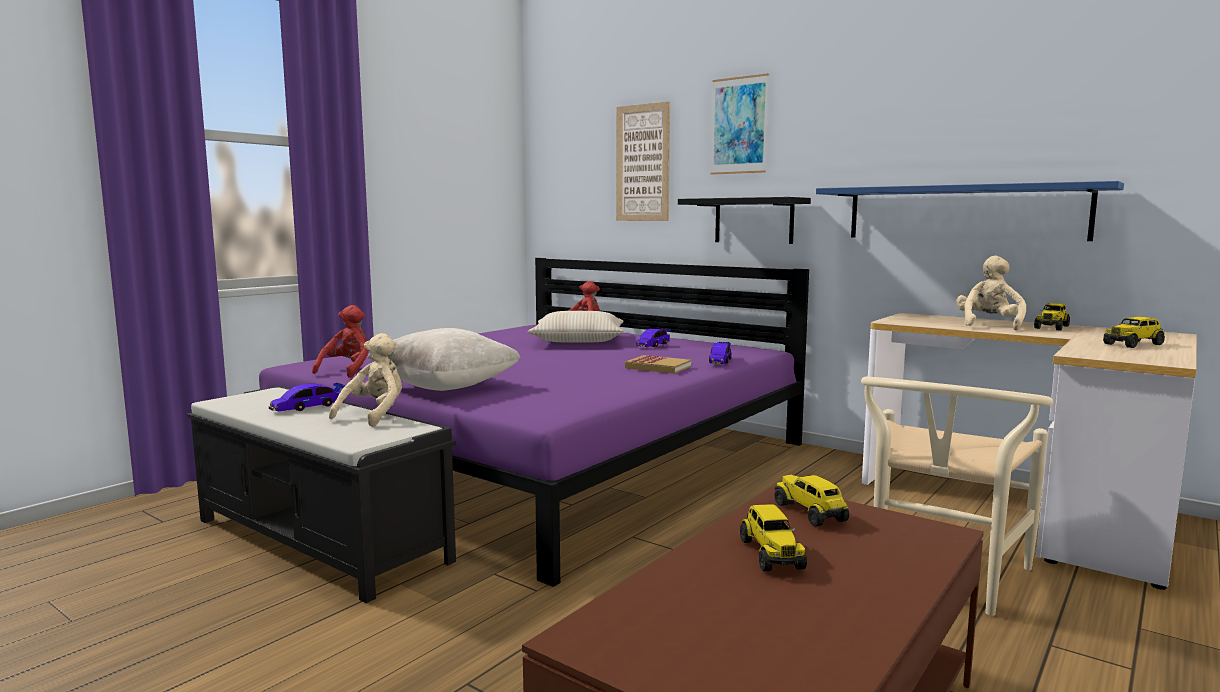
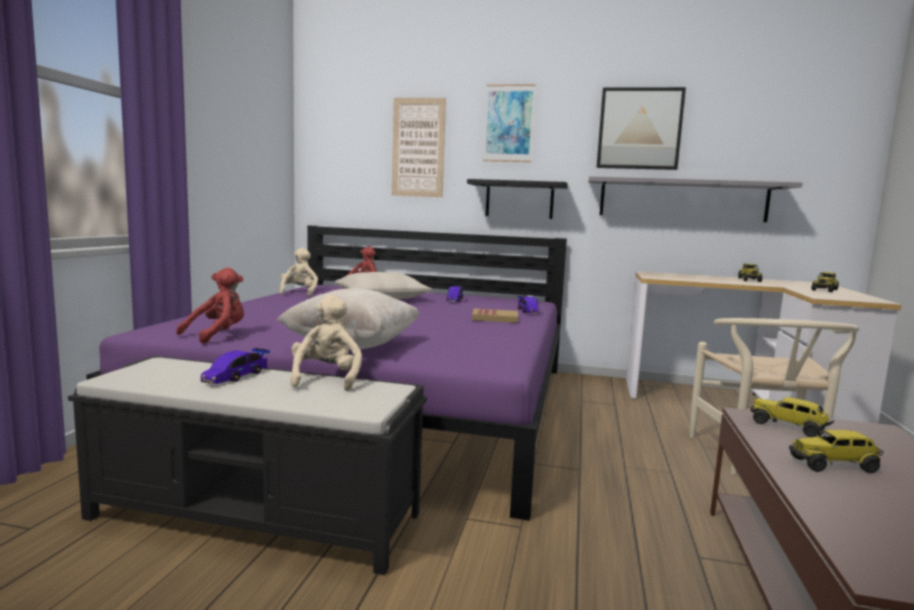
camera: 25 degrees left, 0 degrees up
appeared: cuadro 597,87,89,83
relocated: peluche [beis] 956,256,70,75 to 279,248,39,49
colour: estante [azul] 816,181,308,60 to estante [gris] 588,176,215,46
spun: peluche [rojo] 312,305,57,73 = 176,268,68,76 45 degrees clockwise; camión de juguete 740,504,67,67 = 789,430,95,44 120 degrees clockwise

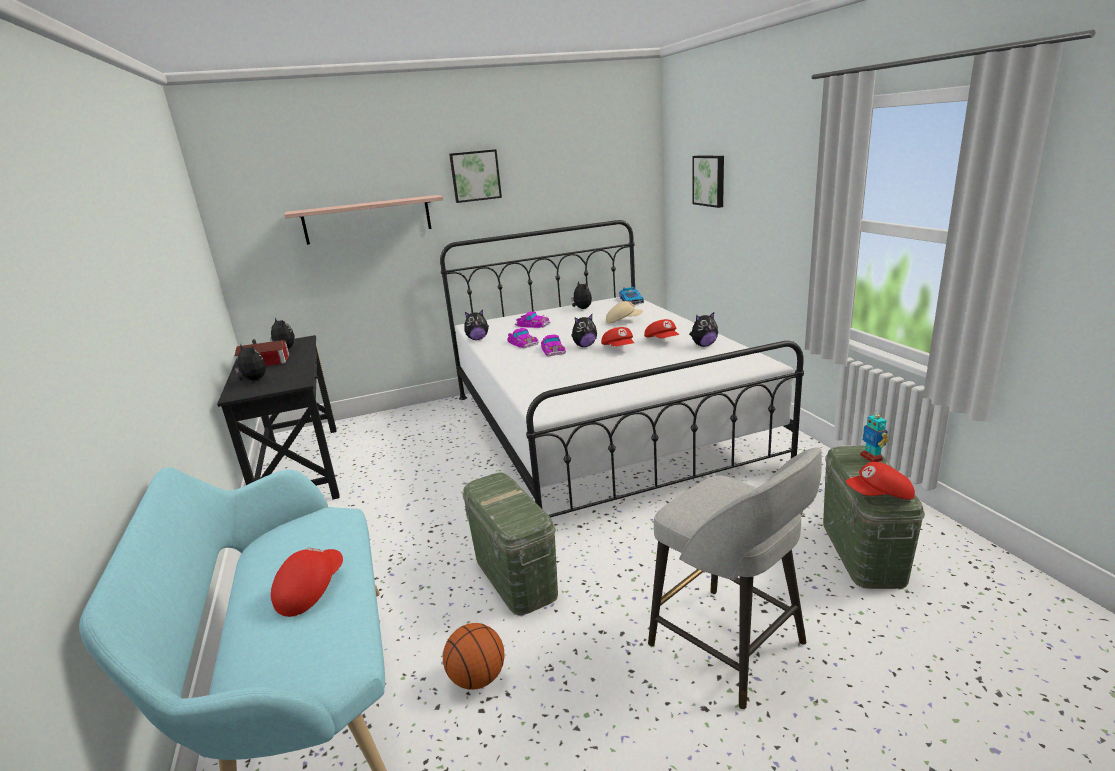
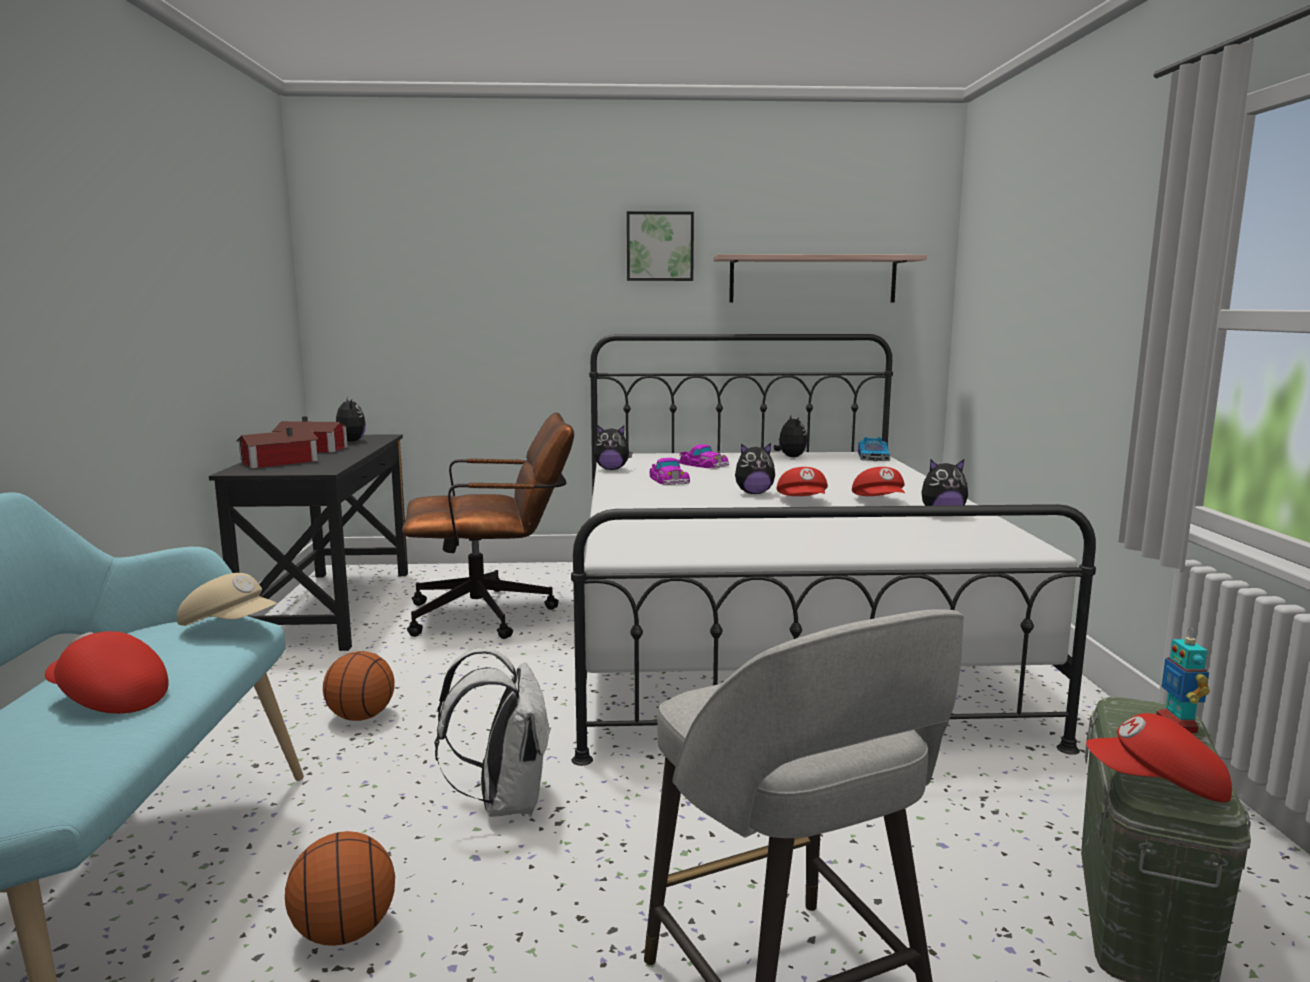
camera: 15 degrees right, 10 degrees down
missing: coche de juguete 541,334,25,22; cuadro 692,156,32,52
appeared: balón de baloncesto 323,651,71,70; silla de oficina [marrón] 402,412,172,227
relocated: estante 284,195,159,50 to 713,254,214,49; gorra [beis] 606,301,37,22 to 177,573,100,53
exchanged: peluche 235,344,31,37 to casita 236,427,82,41; caja de almacenaje [verde] 462,473,96,142 to mochila [blanco] 435,648,116,169
spun: gorra [rojo] 271,548,72,69 = 45,631,124,83 105 degrees counterclockwise

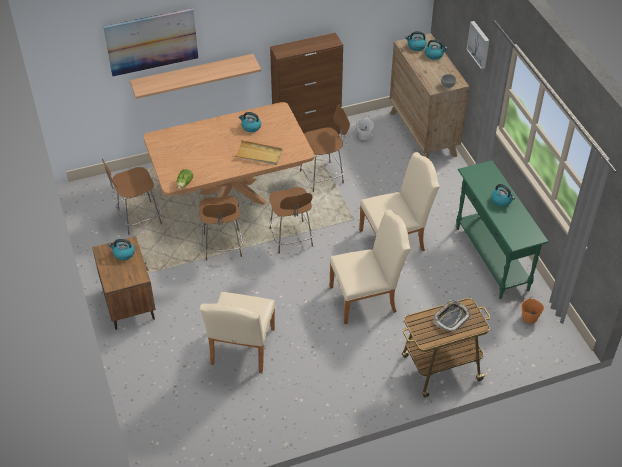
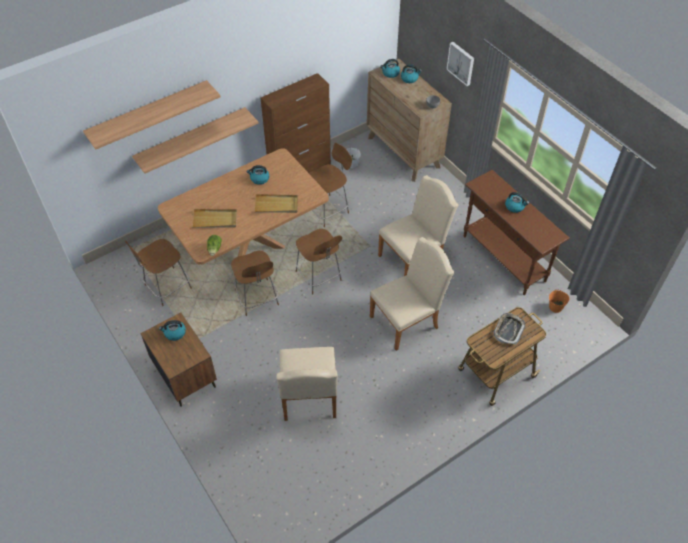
camera: 15 degrees left, 5 degrees up
appeared: bandeja [beis] 192,209,45,19
exchanged: cuadro 103,8,95,68 to estante 83,80,138,70
colour: mesa consola [verde] 456,160,93,139 to mesa consola [marrón] 464,170,106,125

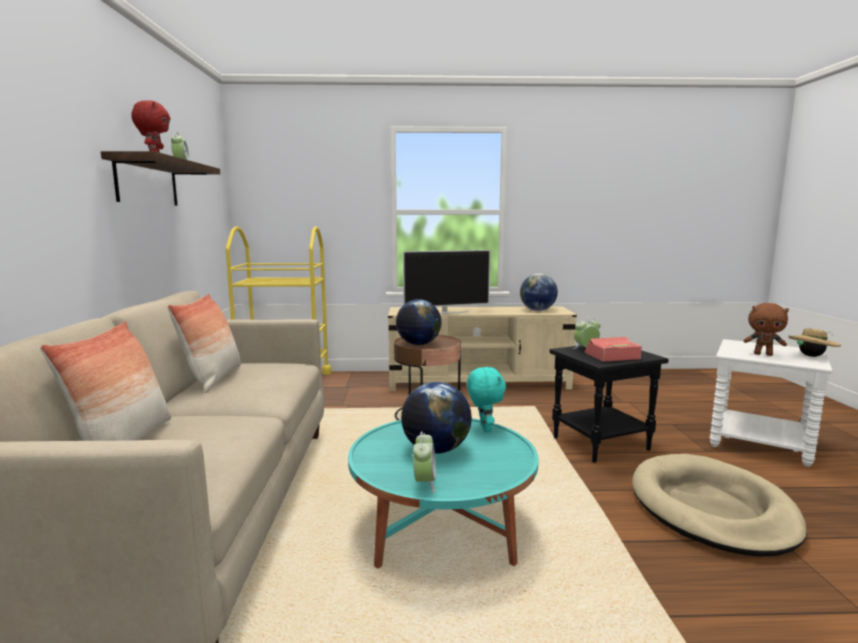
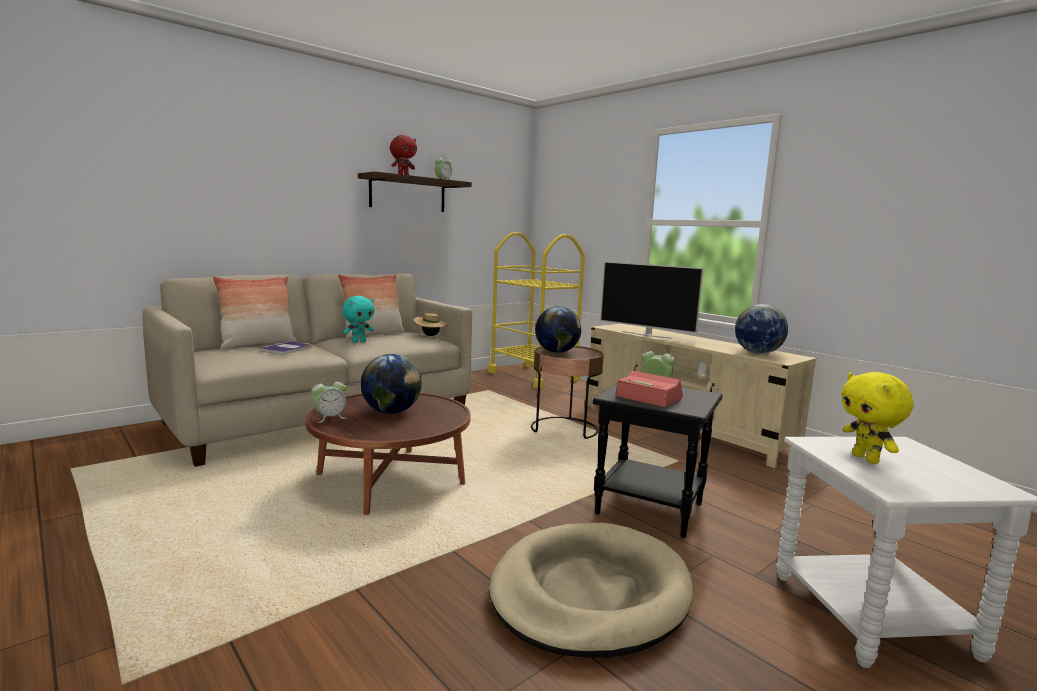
camera: 50 degrees right, 0 degrees up
appeared: libro 259,341,54,13
relocated: peluche [turquesa] 467,366,39,66 to 342,296,33,47; sombrero [beis] 788,328,53,29 to 413,313,35,23
colour: mesa de centro [turquesa] 348,418,190,151 to mesa de centro [marrón] 305,393,165,122; peluche [marrón] 743,303,46,53 to peluche [amarillo] 841,372,73,92

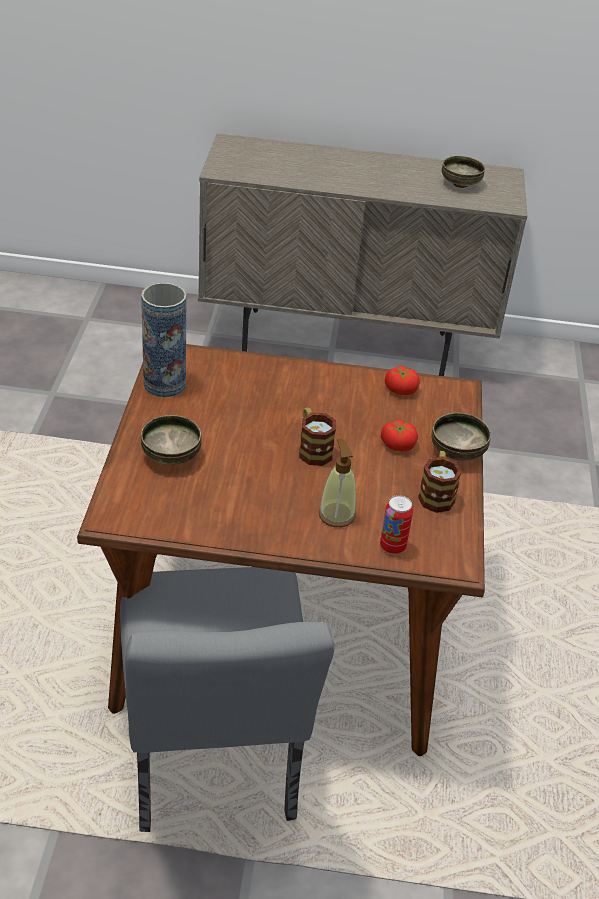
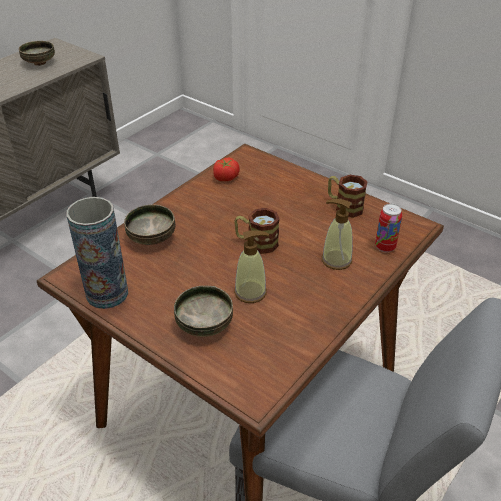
camera: 55 degrees left, 0 degrees up
missing: tomate 381,420,37,32
appeared: dispensador de jabón 234,231,35,72
relocated: cuenco 431,413,60,48 to 124,205,51,40

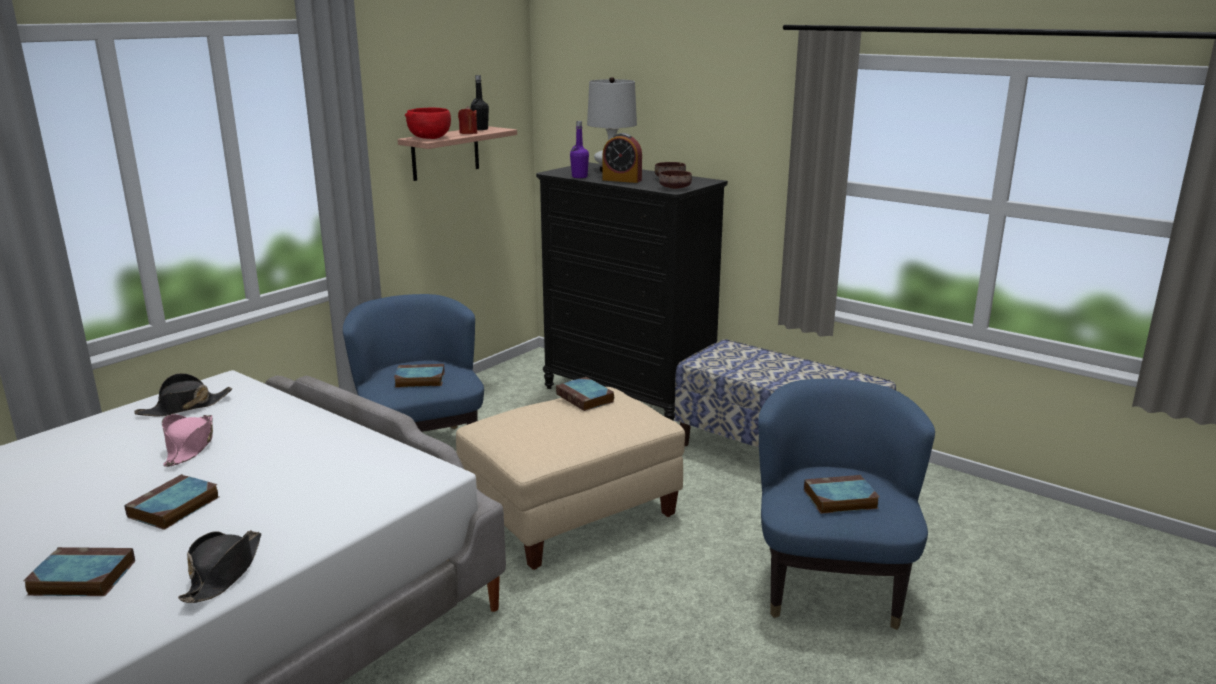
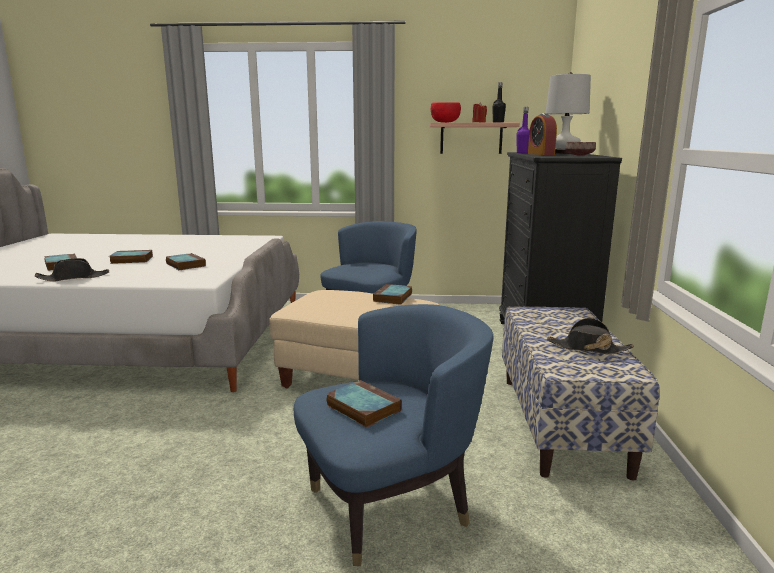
camera: 55 degrees right, 5 degrees down
missing: sombrero [rosa] 162,414,51,53; cuenco [marrón] 659,170,33,19
relocated: sombrero [negro] 134,373,98,44 to 547,318,87,36; libro 394,364,51,24 to 166,253,40,17

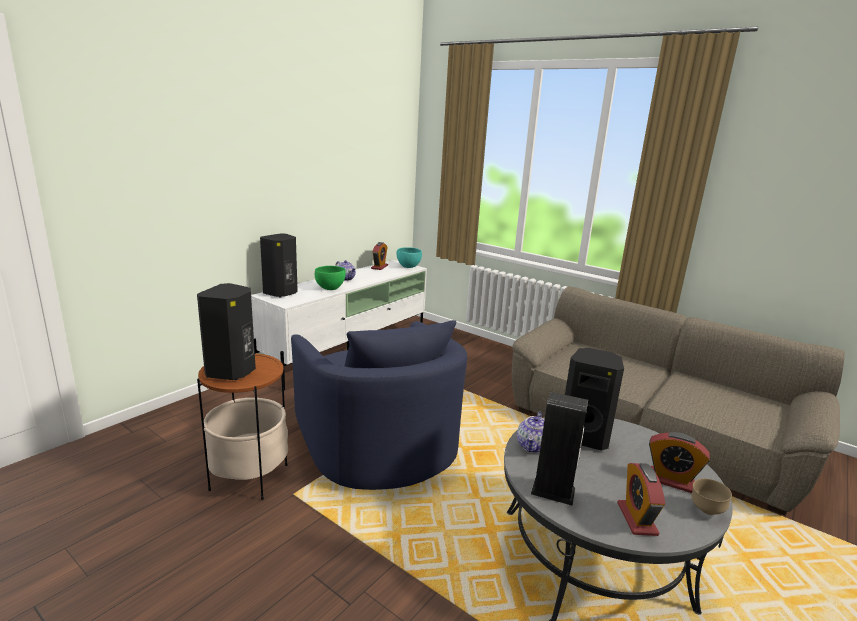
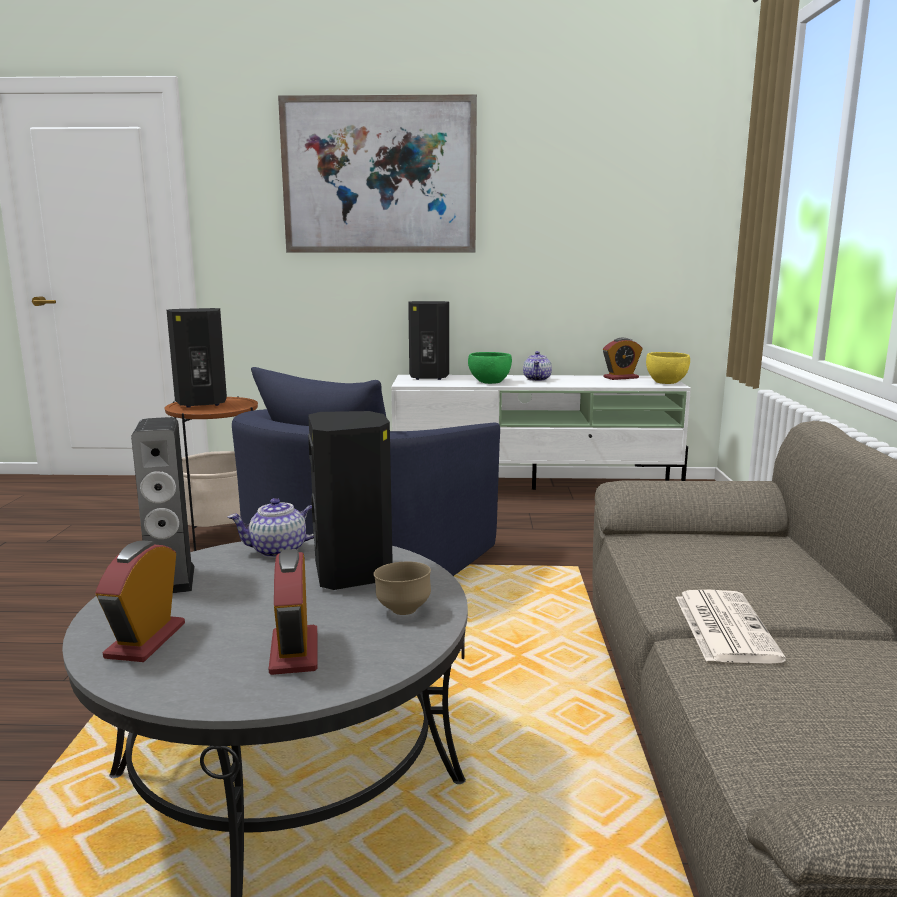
camera: 55 degrees right, 5 degrees down
appeared: cuadro 278,94,199,158; periódico 676,590,110,74
relocated: cuenco [marrón] 692,478,40,37 to 374,562,57,53
colour: cuenco [turquesa] 397,247,25,21 to cuenco [amarillo] 646,352,44,32
spun: despertador 617,463,48,73 = 95,541,90,121 45 degrees counterclockwise

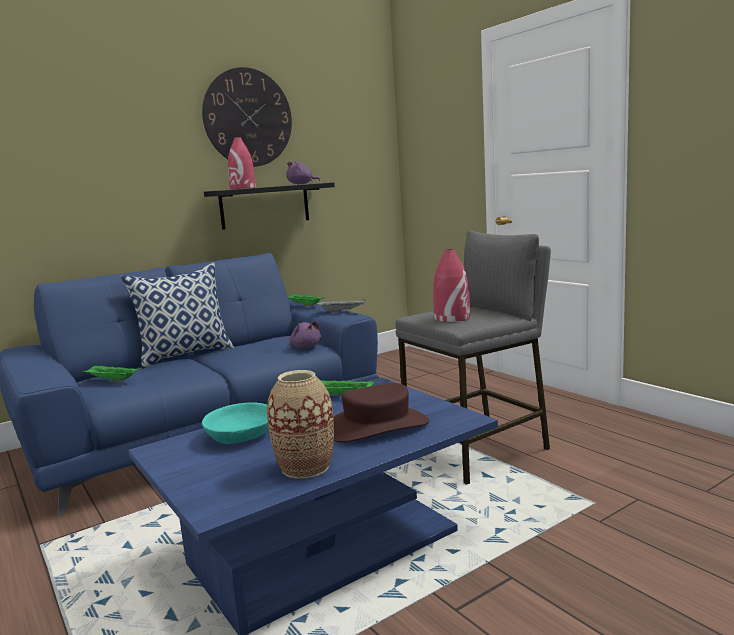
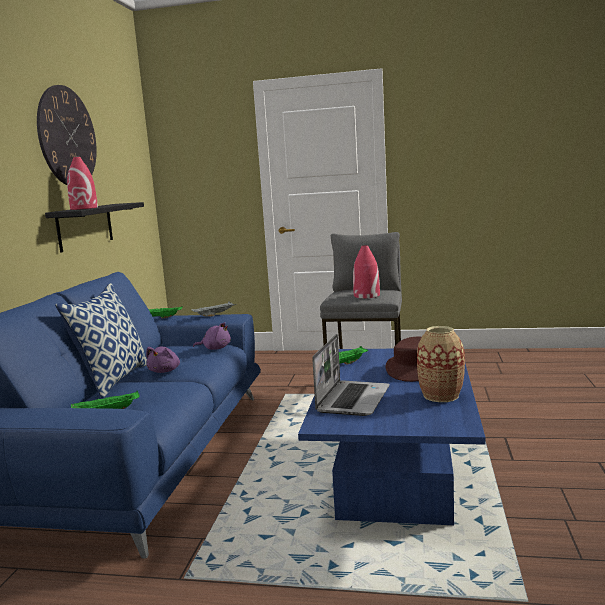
camera: 45 degrees left, 0 degrees up
relocated: peluche [morado] 286,161,34,23 to 146,346,34,27
exchanged: cuenco [turquesa] 202,402,67,42 to portátil 312,334,78,82

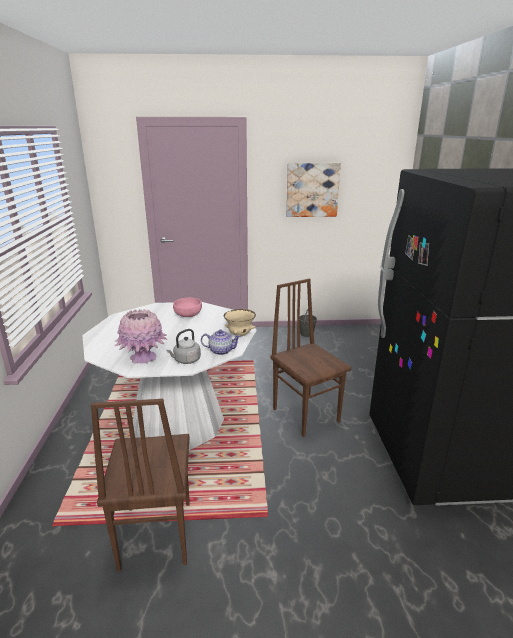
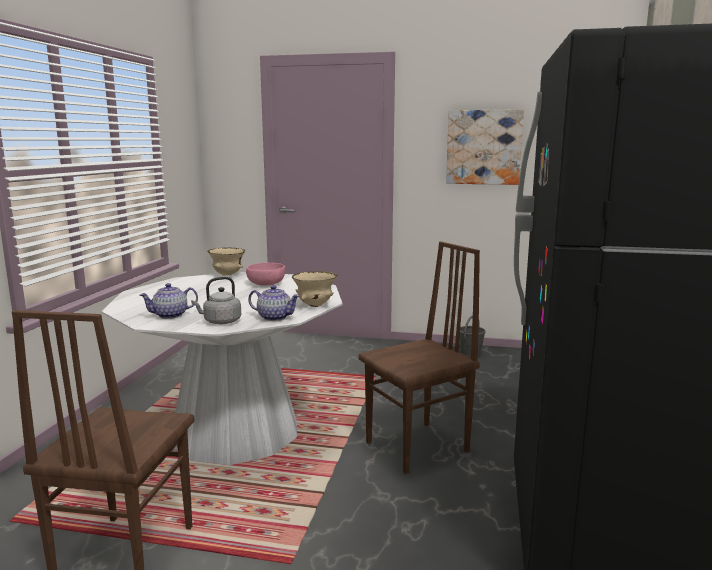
camera: 15 degrees right, 10 degrees down
appeared: cuenco [beis] 207,248,38,28
exchanged: florero [rosa] 114,309,53,55 to tetera 139,283,59,36
spun: silla [marrón] 270,279,81,158 = 358,241,122,233 75 degrees clockwise

